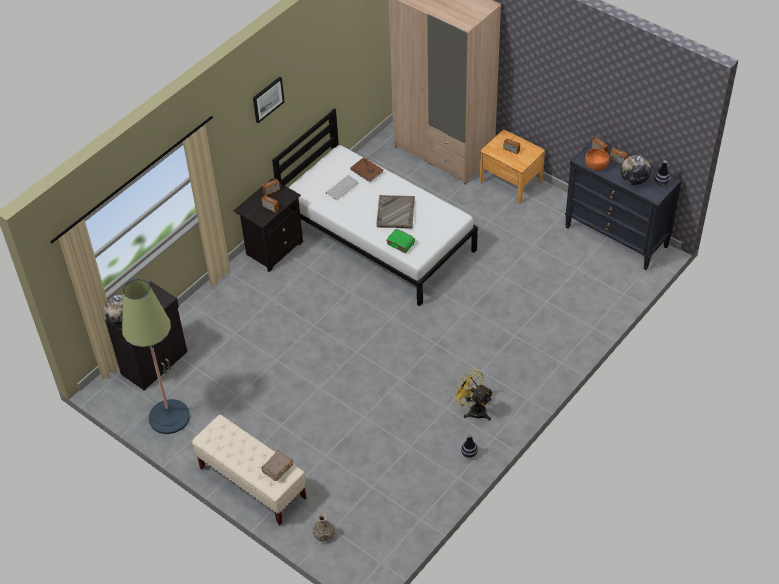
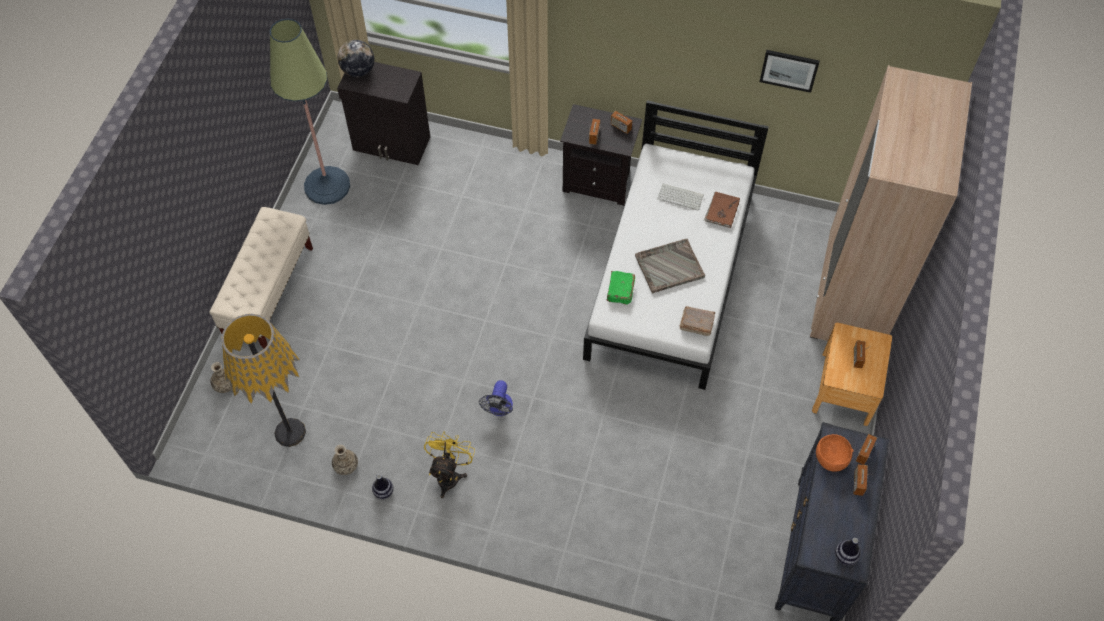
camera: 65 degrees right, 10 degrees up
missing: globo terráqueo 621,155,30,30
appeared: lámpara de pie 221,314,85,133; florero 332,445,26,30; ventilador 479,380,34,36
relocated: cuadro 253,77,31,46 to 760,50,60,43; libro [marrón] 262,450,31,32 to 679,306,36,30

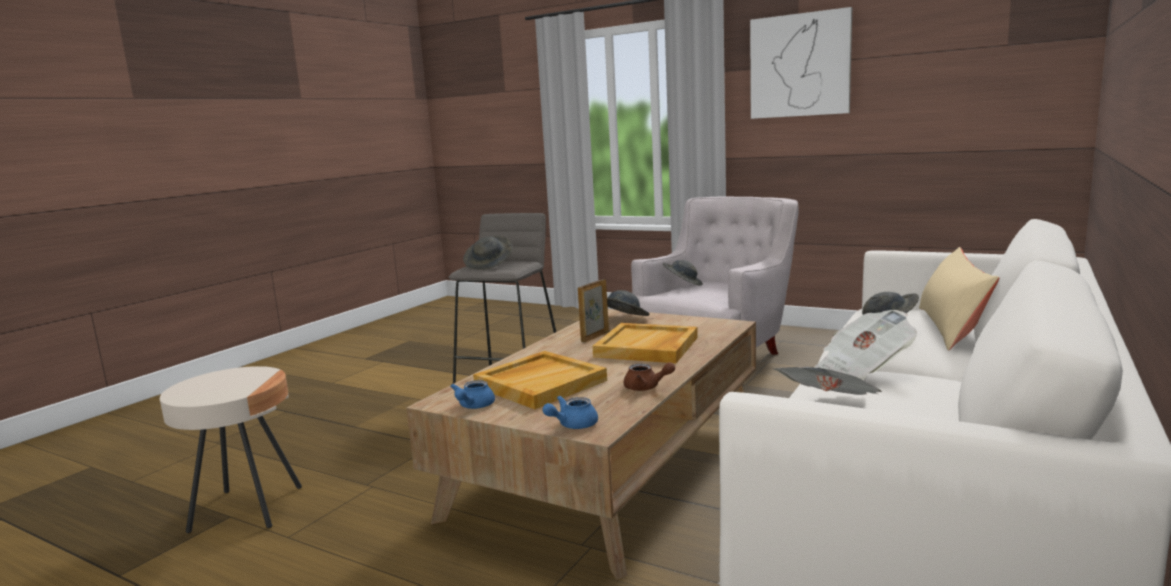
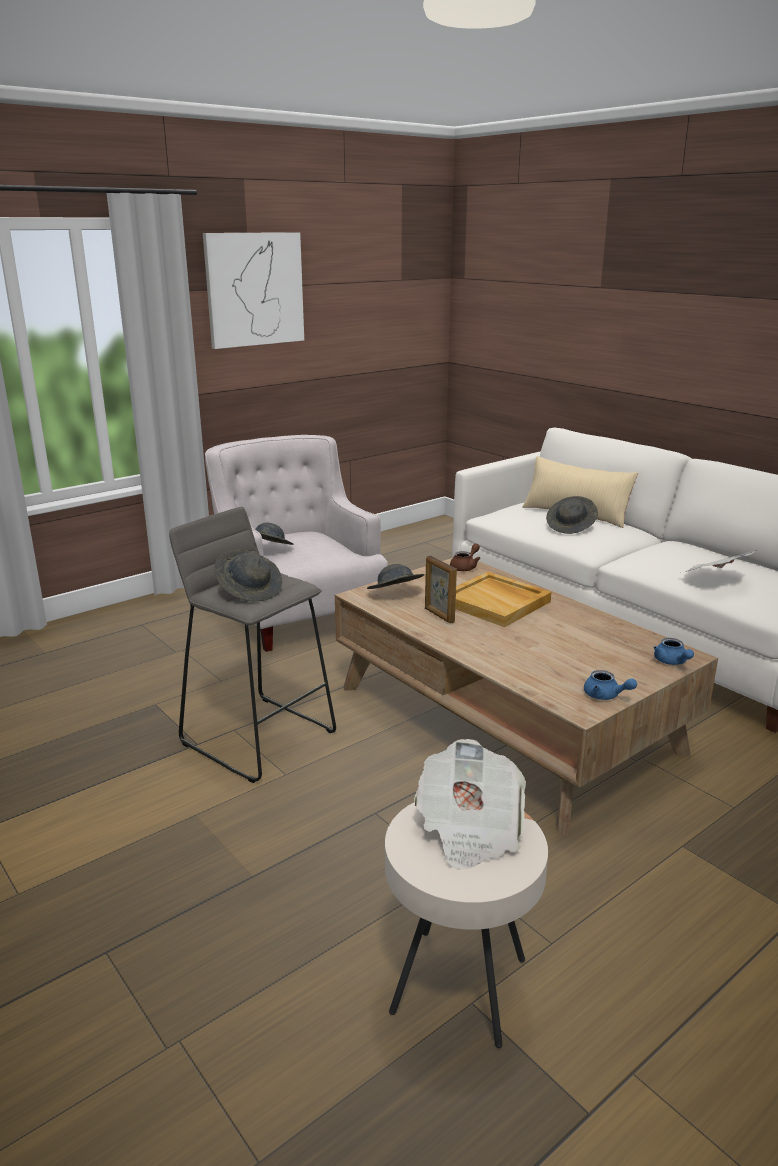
camera: 70 degrees left, 10 degrees up
missing: bandeja [beis] 473,351,134,58
relocated: tetera [marrón] 624,362,51,29 to 450,543,30,28; periódico 814,310,103,70 to 414,739,112,131

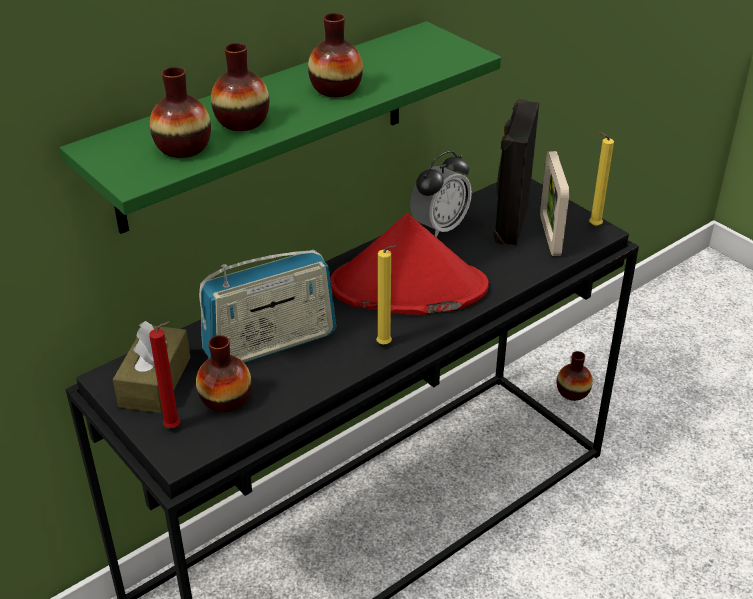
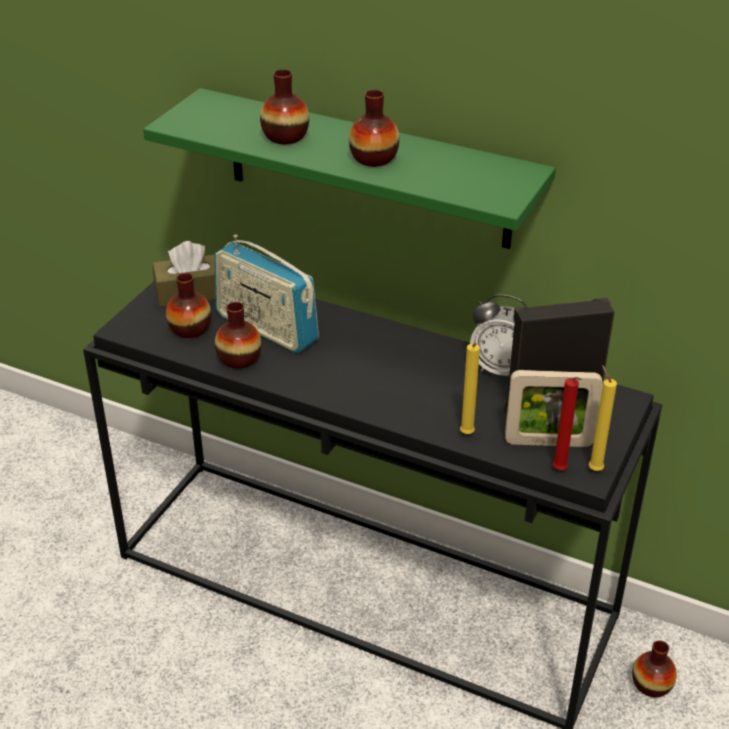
camera: 65 degrees right, 0 degrees up
missing: sombrero [rojo] 330,214,159,101
relocated: vela [rojo] 149,321,31,107 to 552,377,30,93; florero 150,67,61,91 to 215,302,46,67; vela [amarillo] 376,246,21,99 to 460,343,20,91
spun: portarretratos 540,151,29,105 = 505,370,98,77 150 degrees counterclockwise

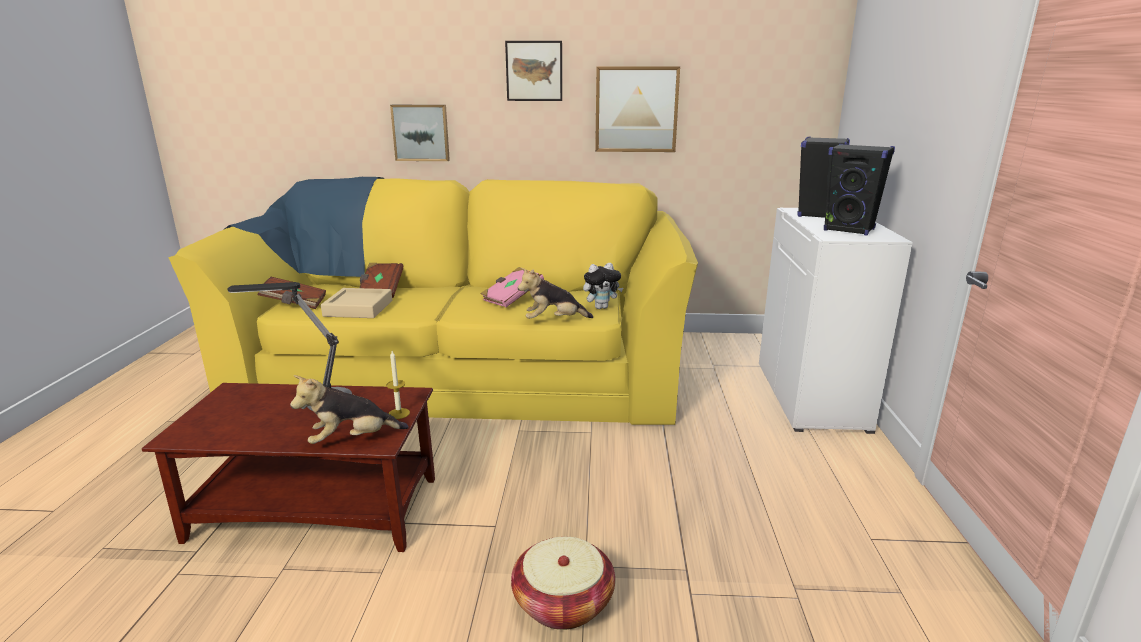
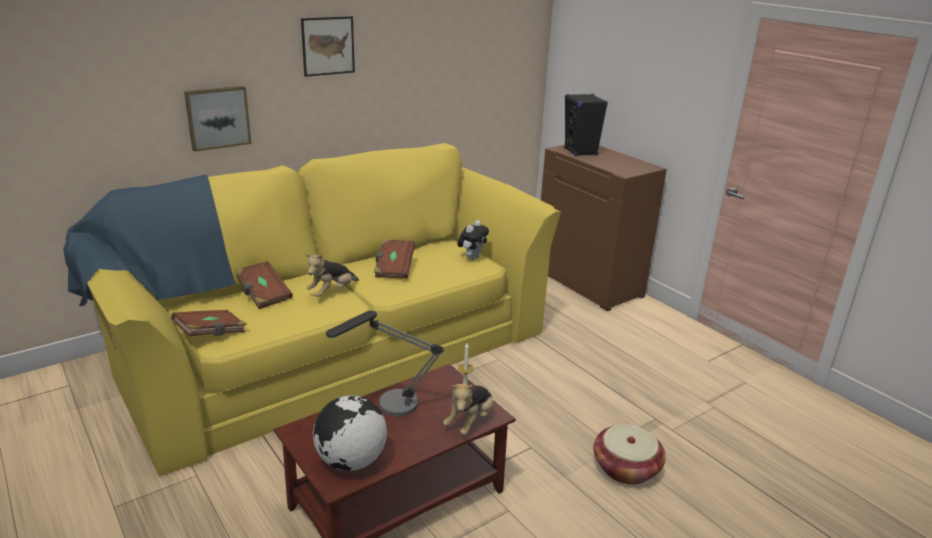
camera: 40 degrees left, 5 degrees up
missing: bandeja [beis] 321,288,71,30; cuadro 595,66,85,86; altavoz [negro] 824,144,71,92
appeared: globo terráqueo 313,396,74,75
relocated: peluche 518,268,75,51 to 305,254,54,43
colour: libro [rosa] 481,267,63,40 to libro [marrón] 374,238,41,41; armario [blanco] 759,208,154,226 to armario [marrón] 541,145,126,166

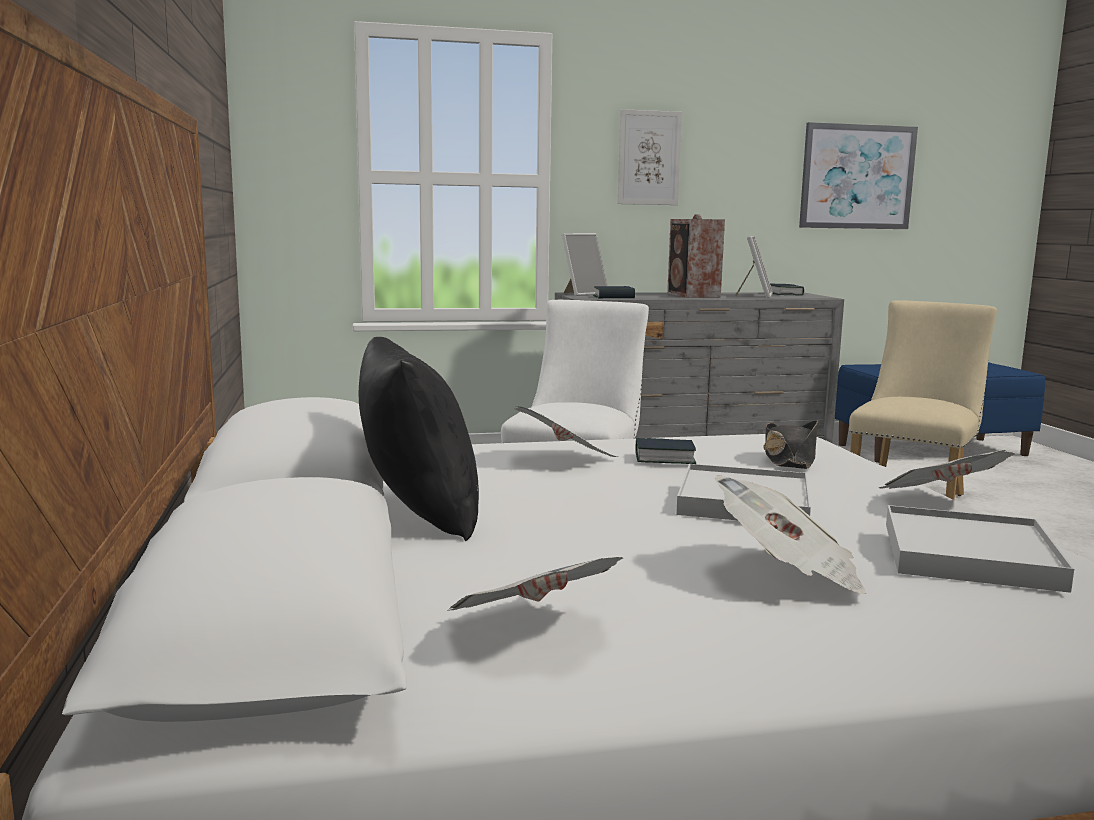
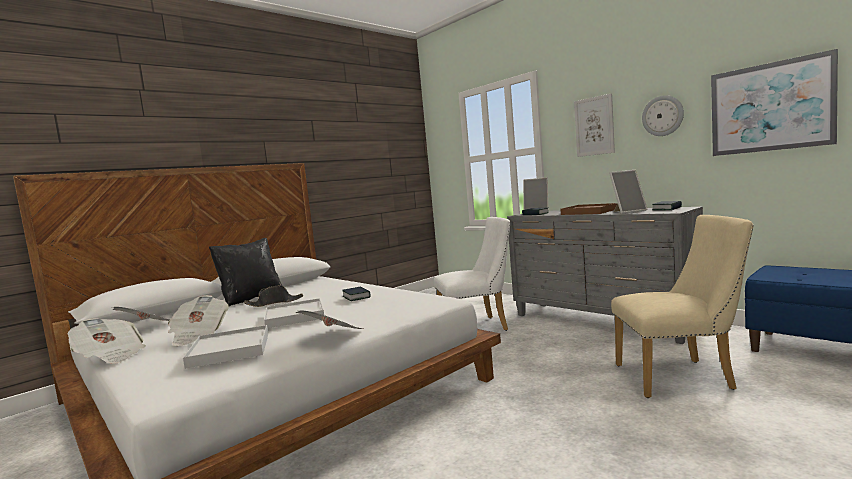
camera: 60 degrees right, 5 degrees down
appeared: reloj de pared 642,95,42,41
relocated: periódico 515,406,102,51 to 67,318,79,46; sombrero [negro] 763,420,55,49 to 244,286,59,21
exchanged: altavoz 667,214,58,84 to bandeja [marrón] 561,203,56,12

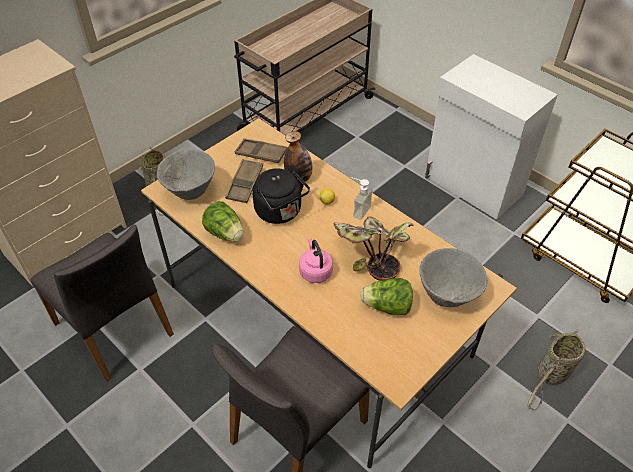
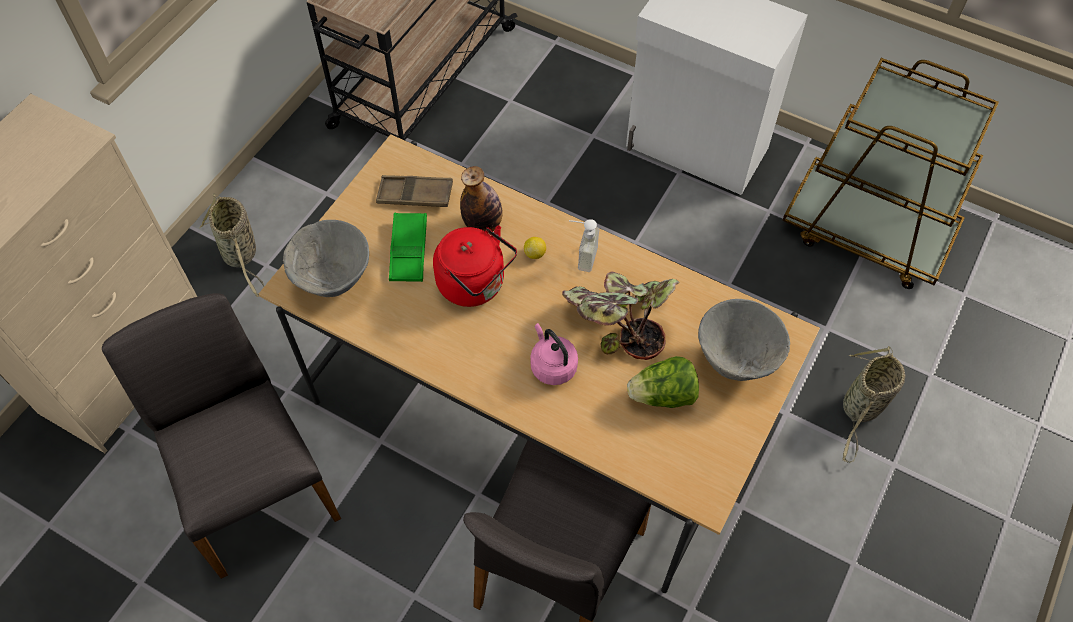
camera: 15 degrees left, 10 degrees up
missing: lechuga 202,201,42,41
colour: bandeja [marrón] 225,159,38,44 to bandeja [verde] 389,213,38,69; hervidor [negro] 252,169,58,55 to hervidor [rojo] 433,226,84,81
spun: silla [gris] 30,224,144,158 = 102,293,239,286 150 degrees counterclockwise

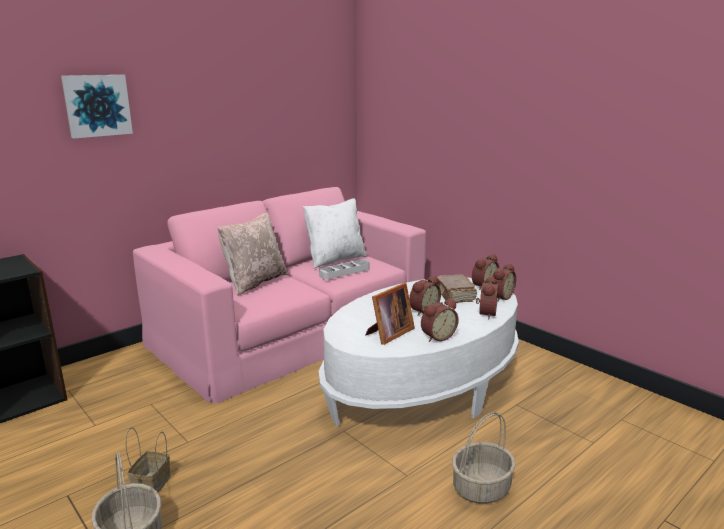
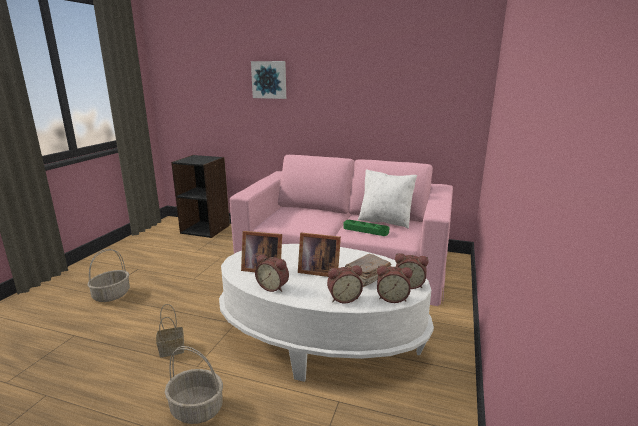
camera: 60 degrees right, 0 degrees up
missing: cojín [beis] 217,213,71,83
relocated: cesta 125,427,45,66 to 156,304,28,53
exchanged: despertador 409,275,32,41 to portarretratos 298,233,43,44
colour: bandeja [gris] 319,259,50,21 to bandeja [verde] 343,220,47,16

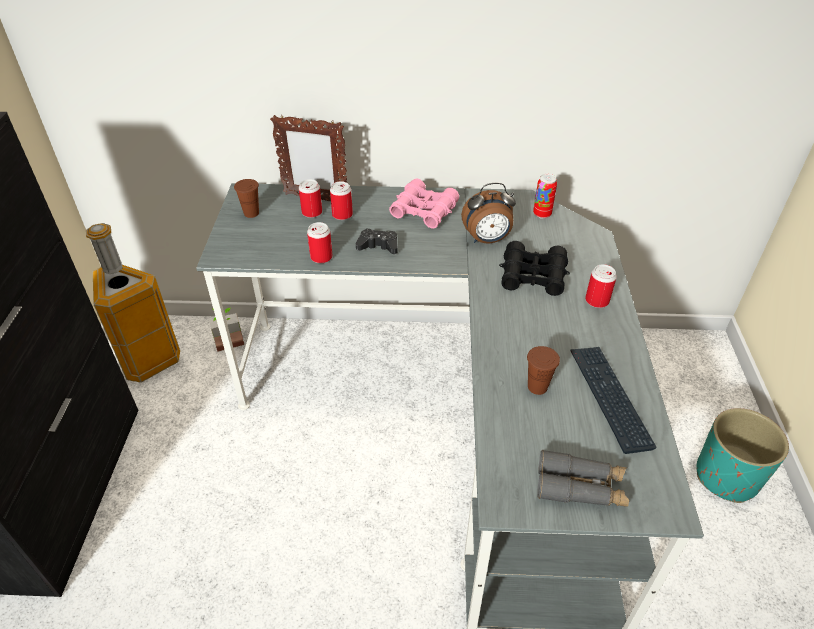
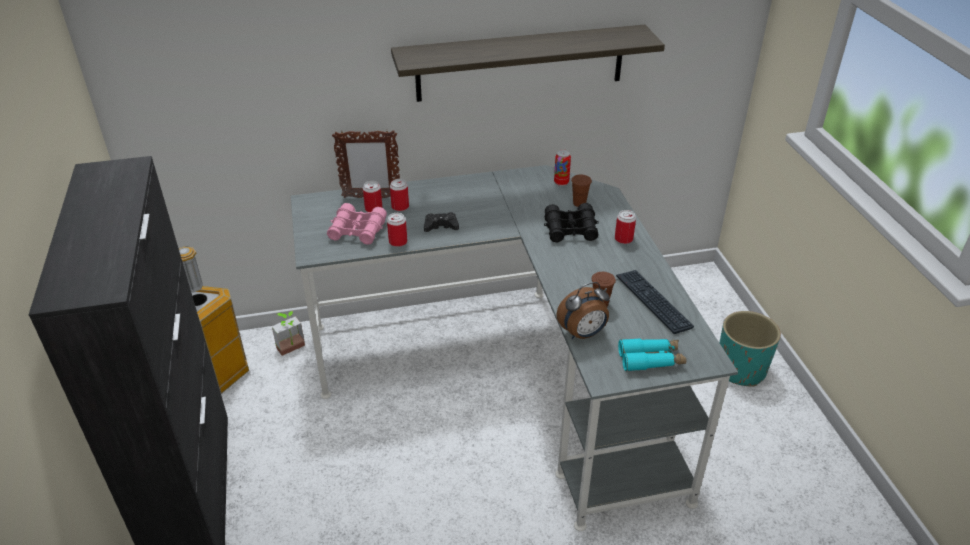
camera: 15 degrees left, 5 degrees down
appeared: estante 391,25,274,77
relocated: taza [marrón] 234,179,25,39 to 571,175,21,32; prismáticos [rosa] 389,179,70,49 to 327,203,60,42; despertador 461,183,55,60 to 556,282,54,57
colour: prismáticos [gris] 537,450,92,57 to prismáticos [turquesa] 618,338,69,33

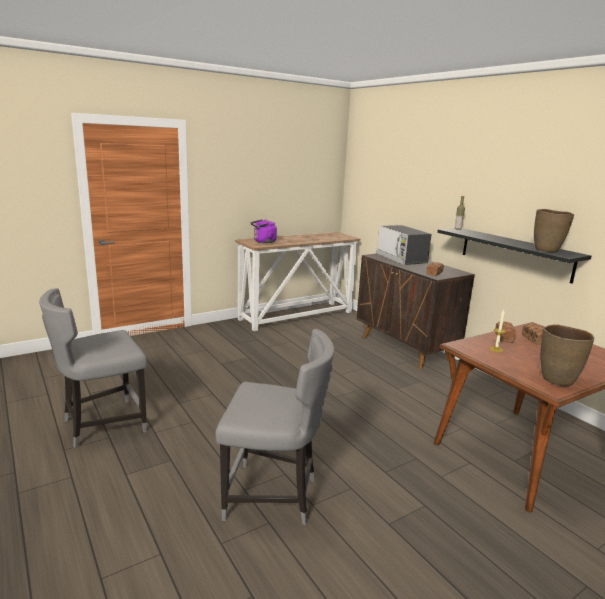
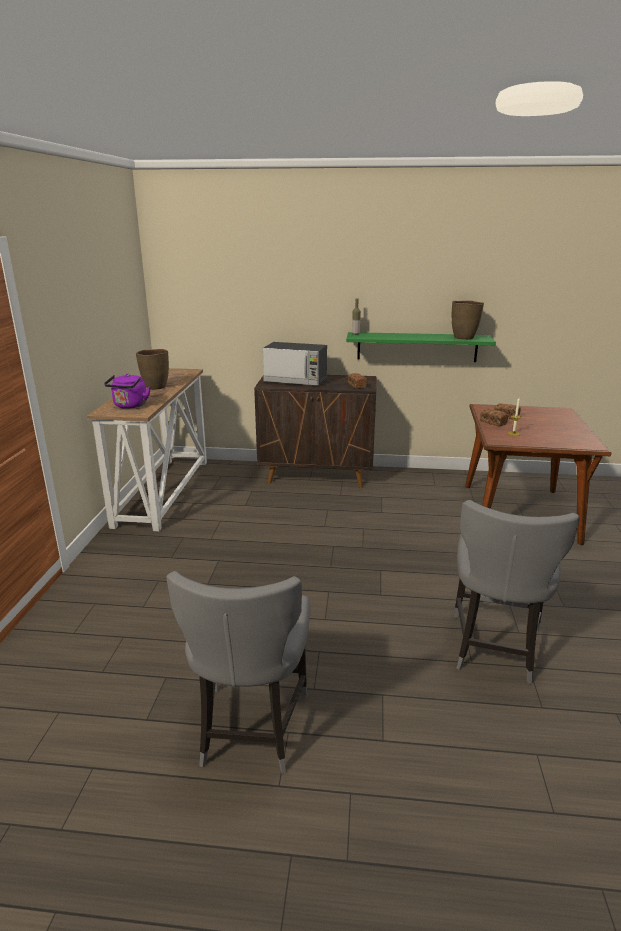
camera: 50 degrees left, 5 degrees up
relocated: florero [marrón] 540,325,54,61 to 136,349,33,41
colour: estante [negro] 437,228,154,56 to estante [verde] 346,332,150,30
spun: silla [gris] 215,329,119,197 = 454,500,126,184 150 degrees clockwise

